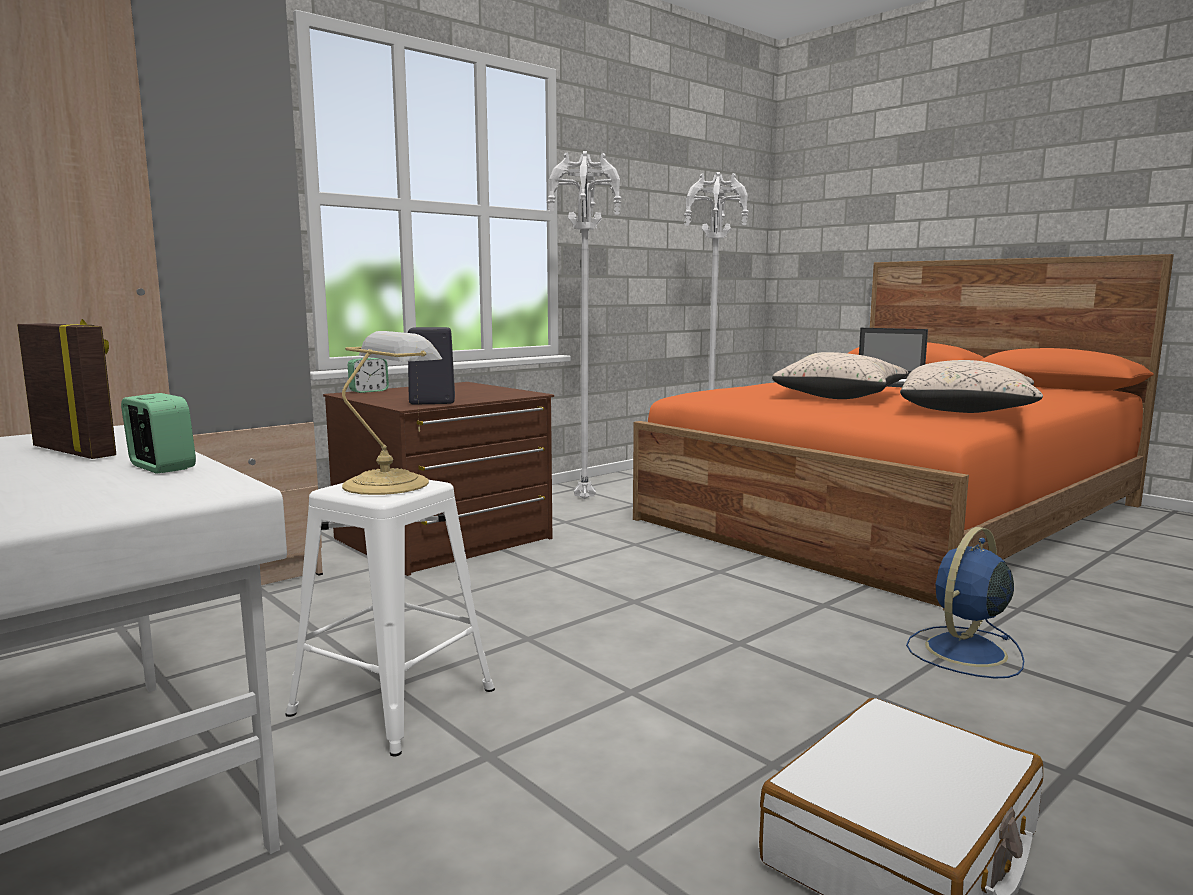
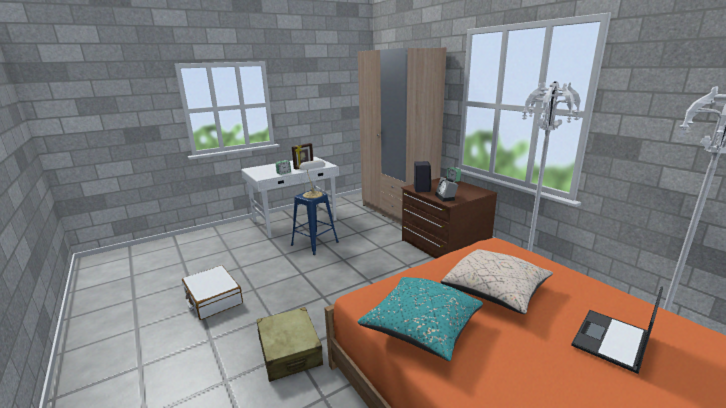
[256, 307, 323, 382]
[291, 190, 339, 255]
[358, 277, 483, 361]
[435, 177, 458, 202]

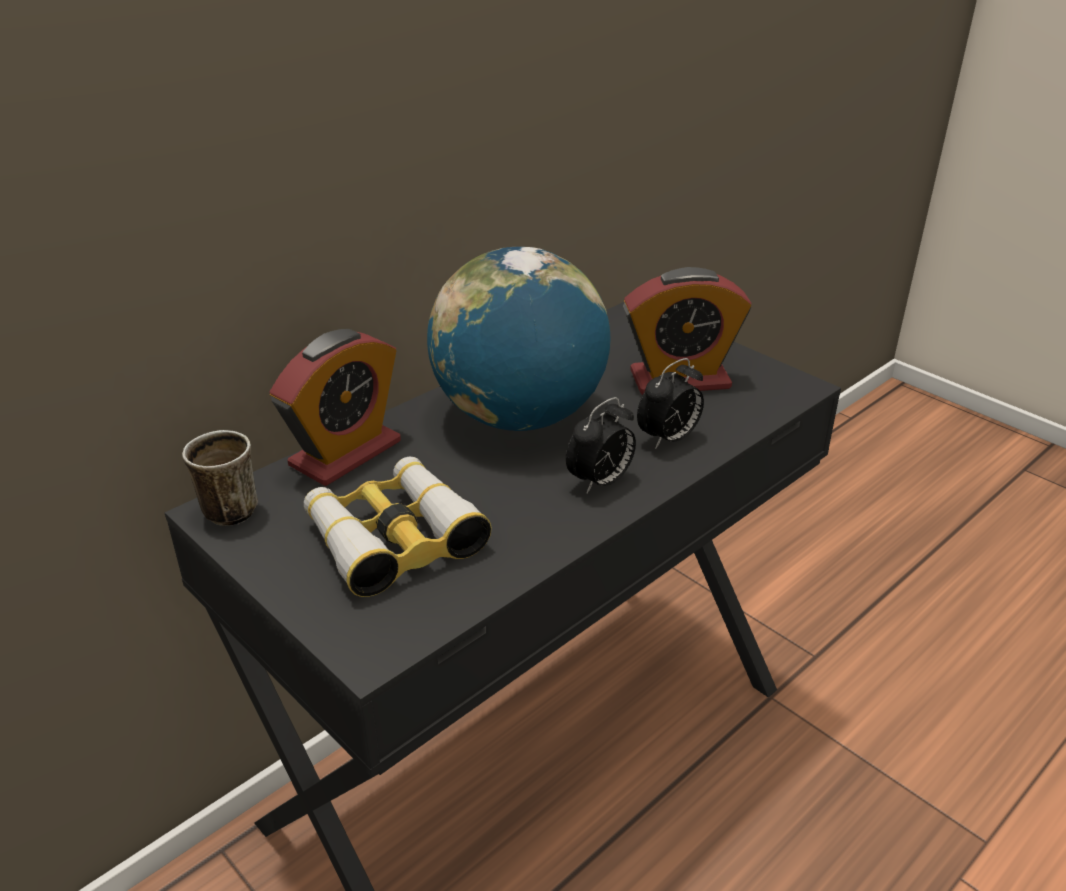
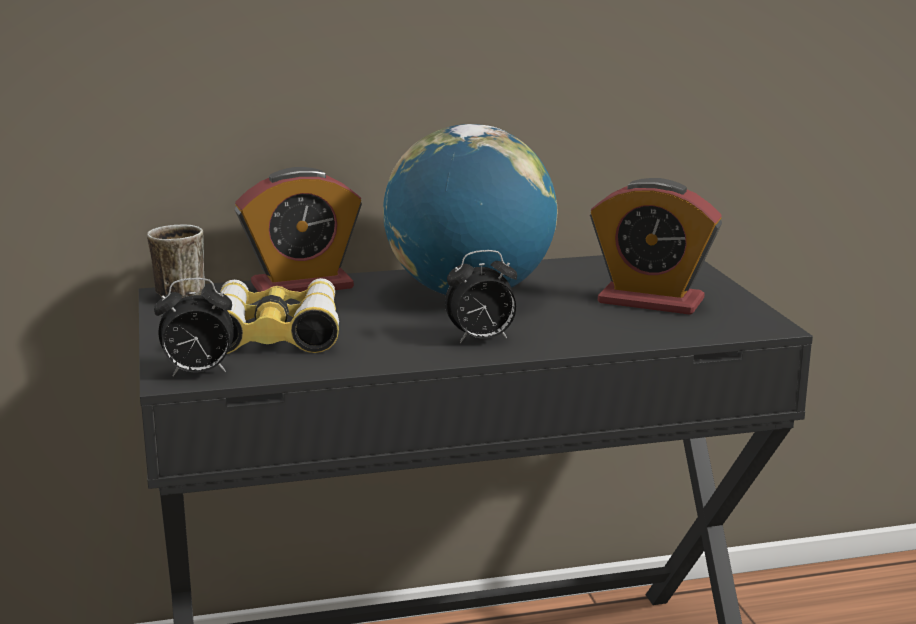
[154, 278, 234, 376]

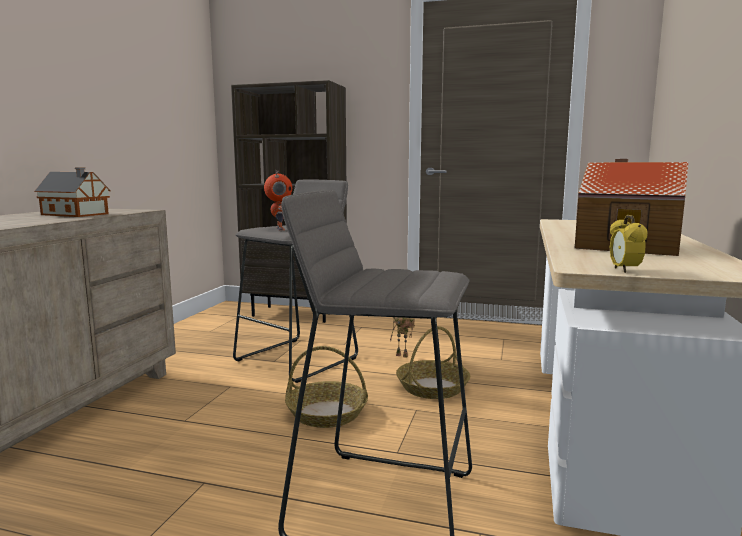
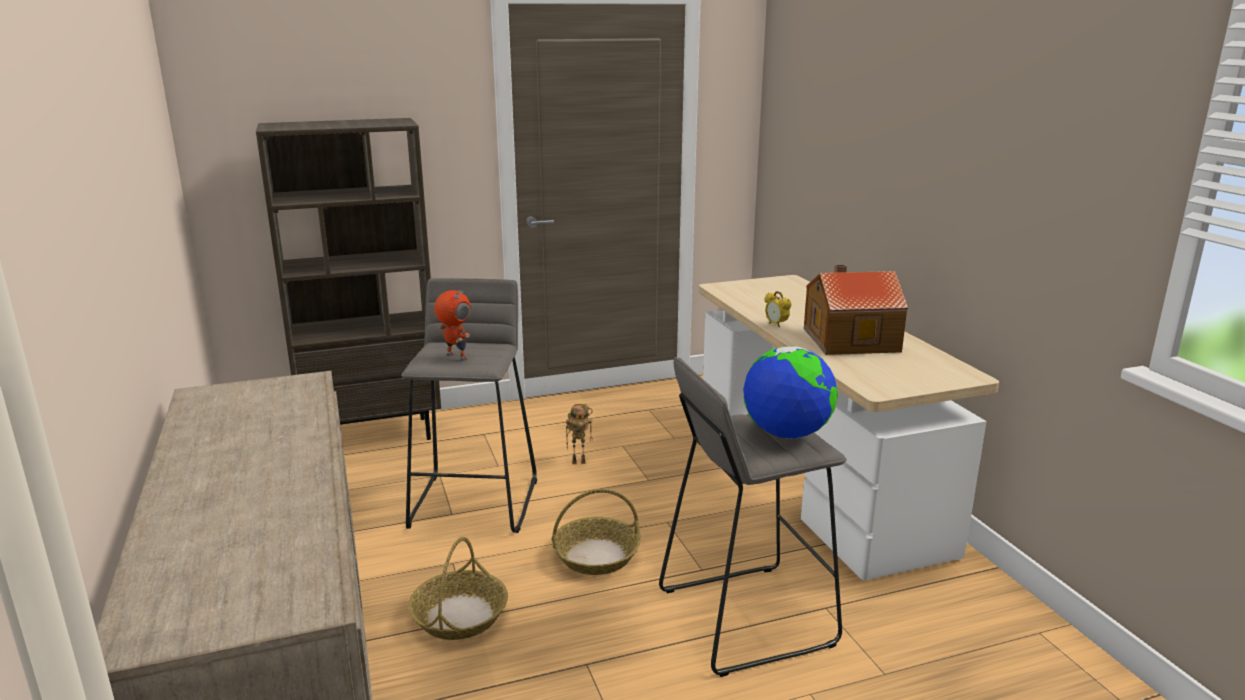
[408, 537, 508, 640]
[743, 346, 838, 439]
[764, 291, 792, 327]
[34, 167, 111, 217] (first image)

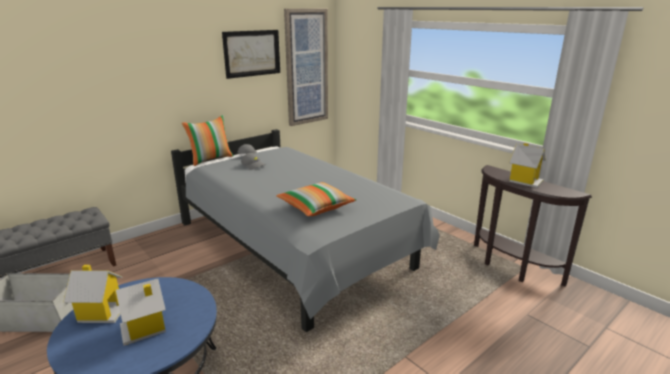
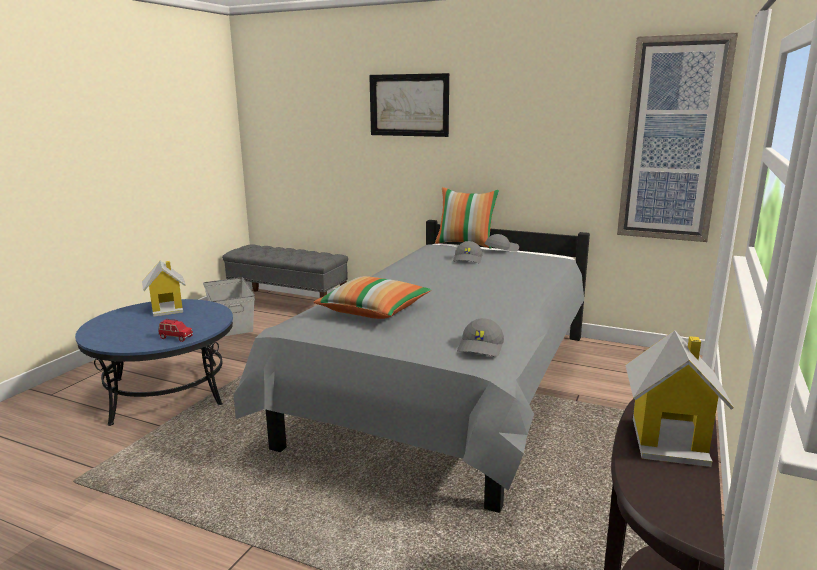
[158, 319, 193, 342]
[369, 73, 449, 137]
[457, 318, 504, 357]
[116, 279, 166, 346] (first image)

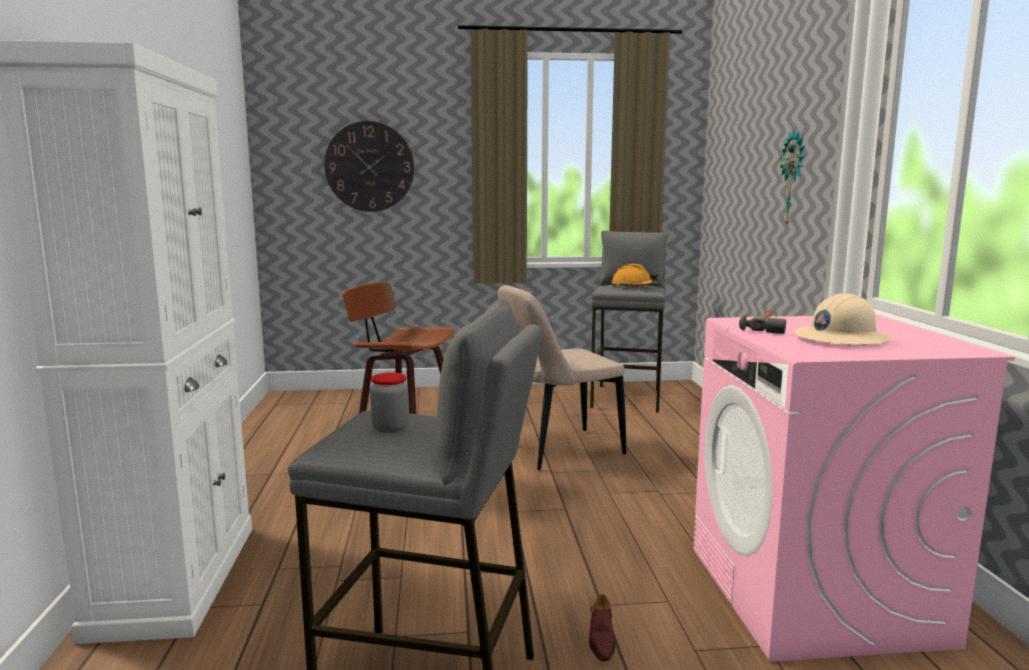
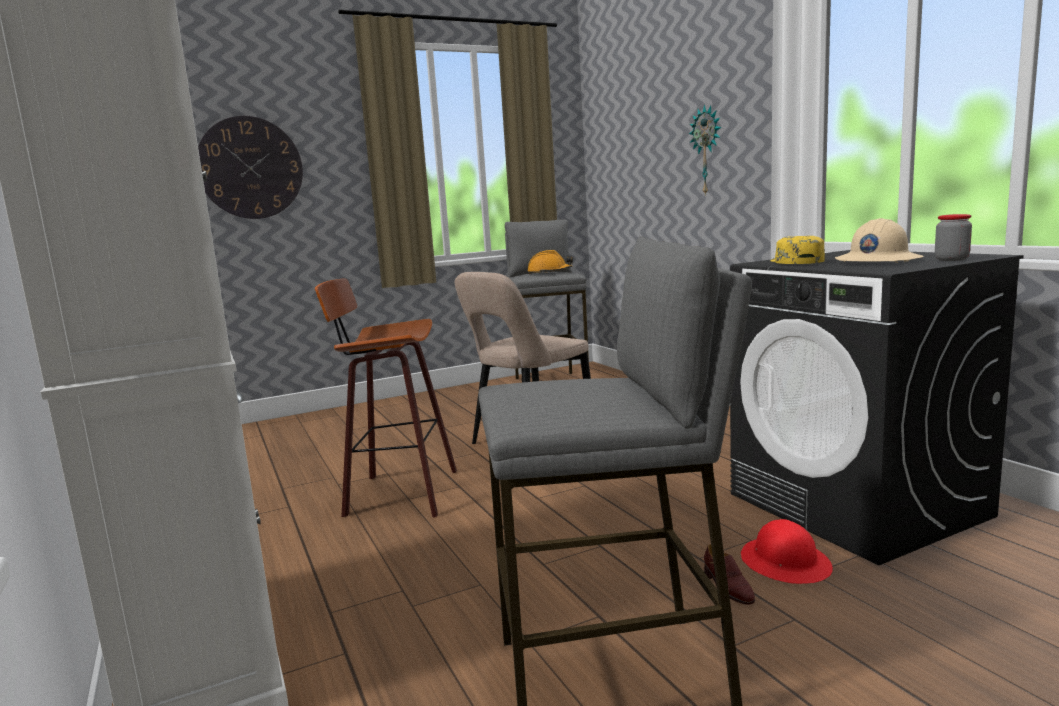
[730, 250, 1024, 565]
[741, 519, 833, 584]
[770, 236, 825, 264]
[935, 214, 972, 261]

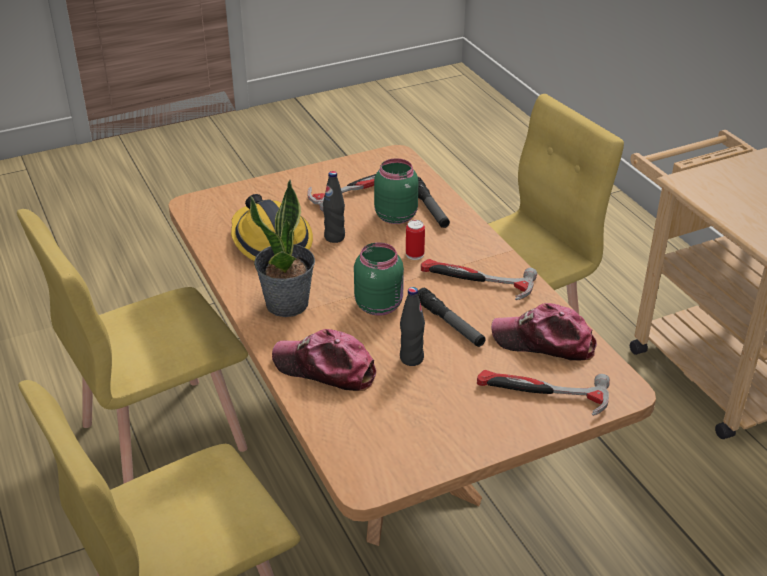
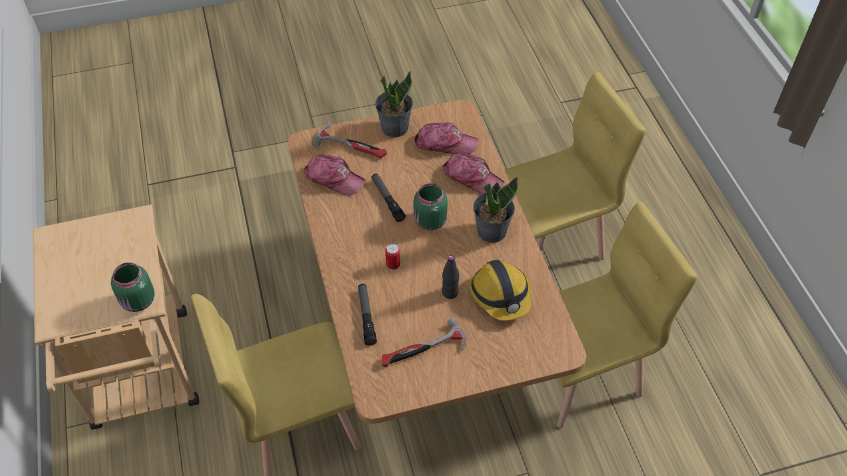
[111, 262, 155, 312]
[375, 71, 413, 138]
[414, 123, 478, 154]
[400, 287, 425, 366] (first image)
[421, 259, 537, 300] (first image)

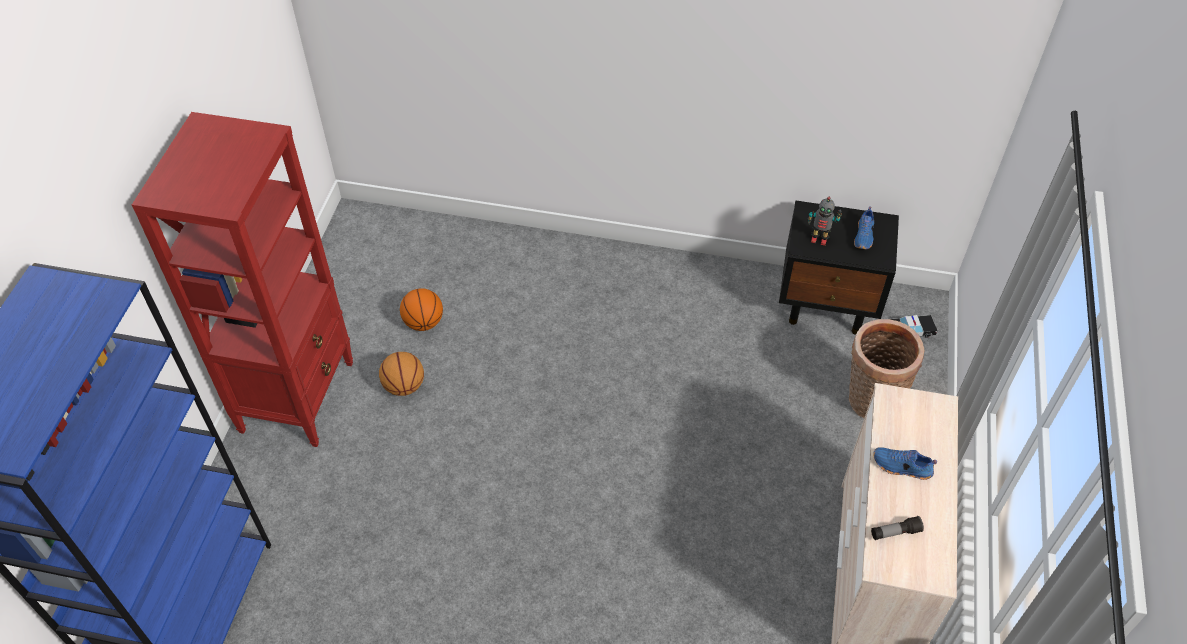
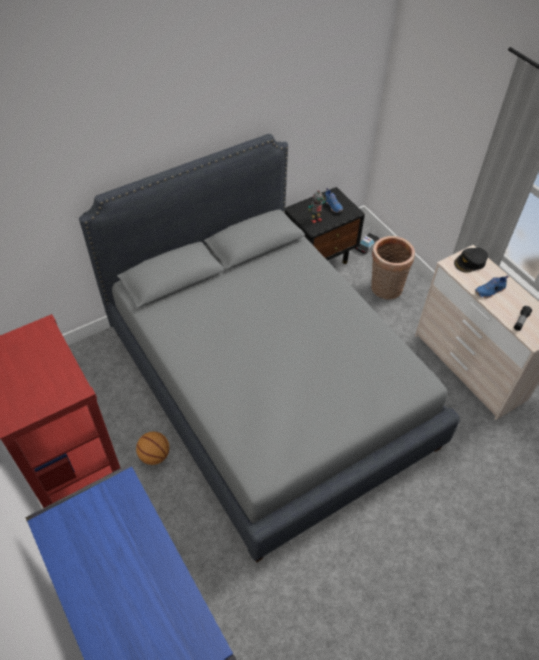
[79, 134, 460, 563]
[454, 248, 488, 272]
[400, 288, 443, 331] (first image)

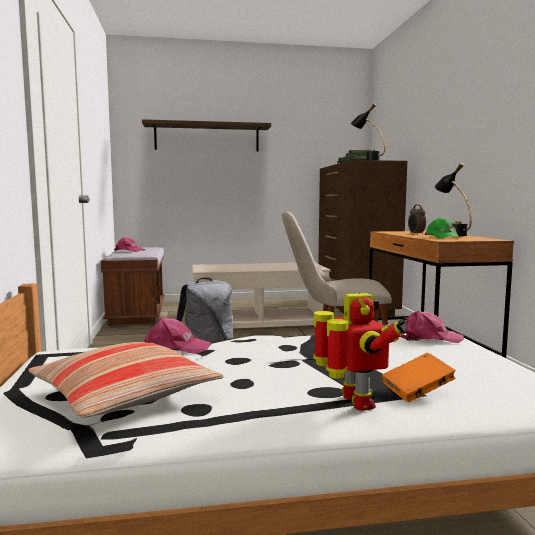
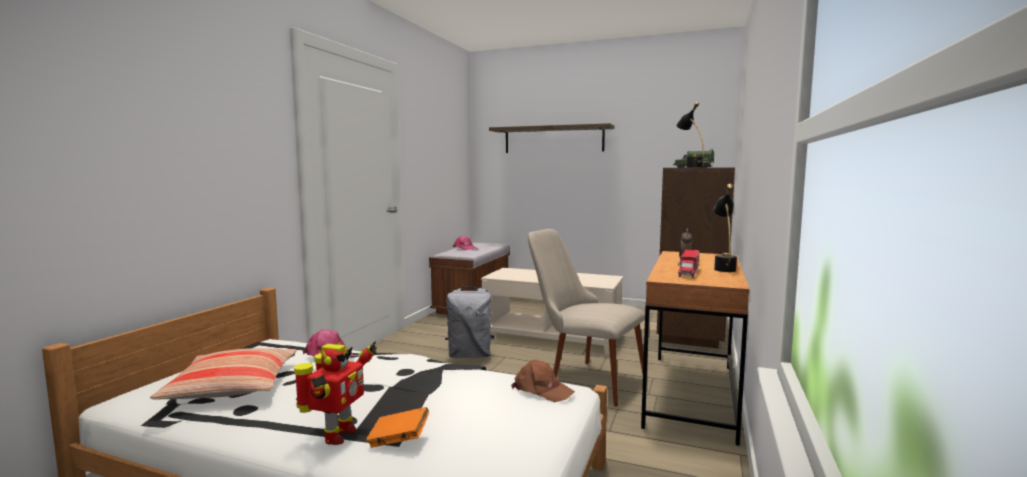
[511, 360, 575, 402]
[678, 250, 700, 278]

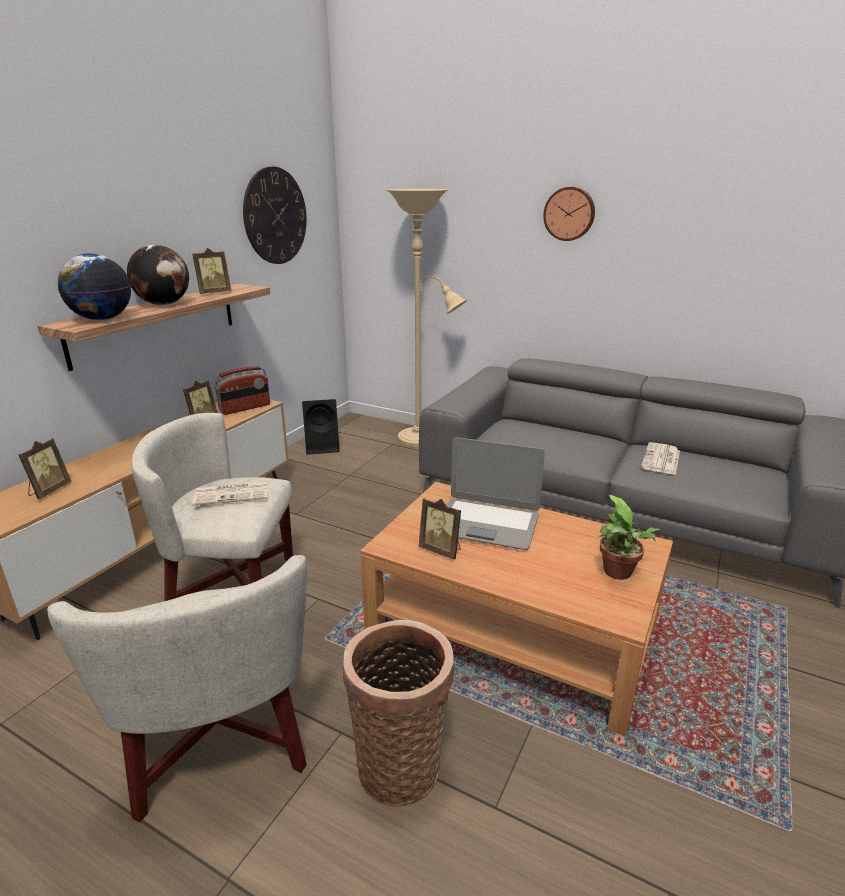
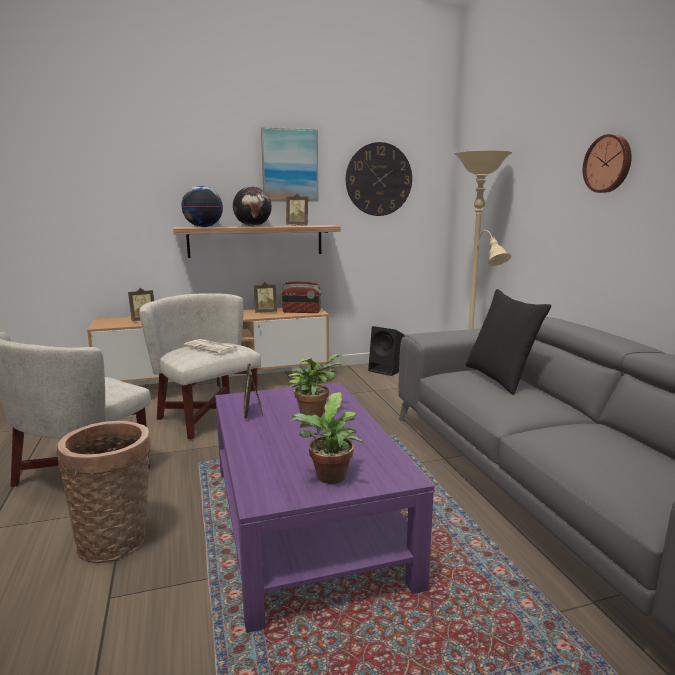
[215, 382, 434, 633]
[261, 127, 318, 202]
[288, 354, 342, 417]
[466, 289, 551, 395]
[641, 442, 680, 475] (first image)

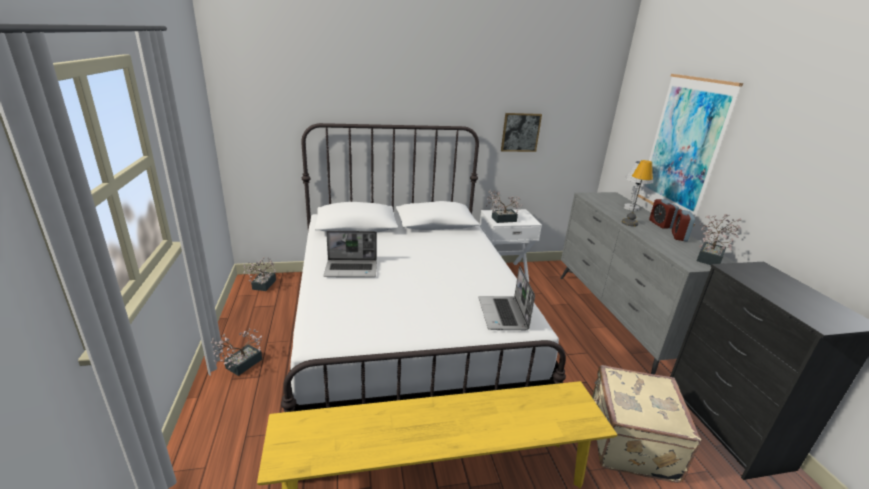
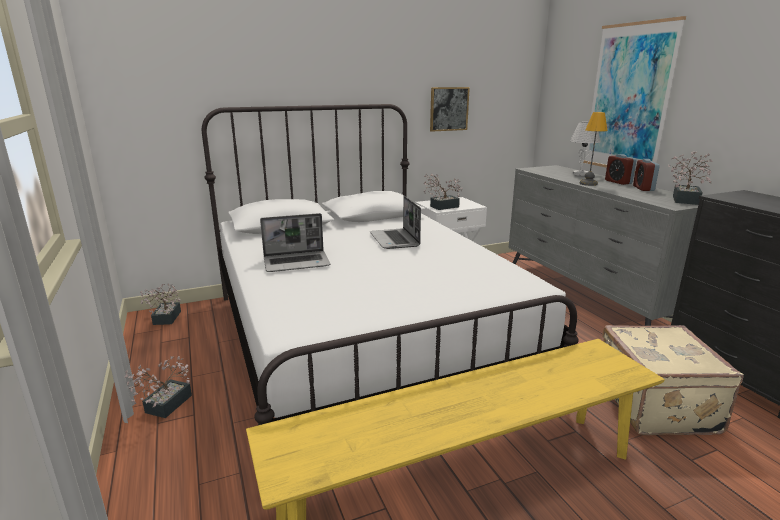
[370, 196, 421, 249]

